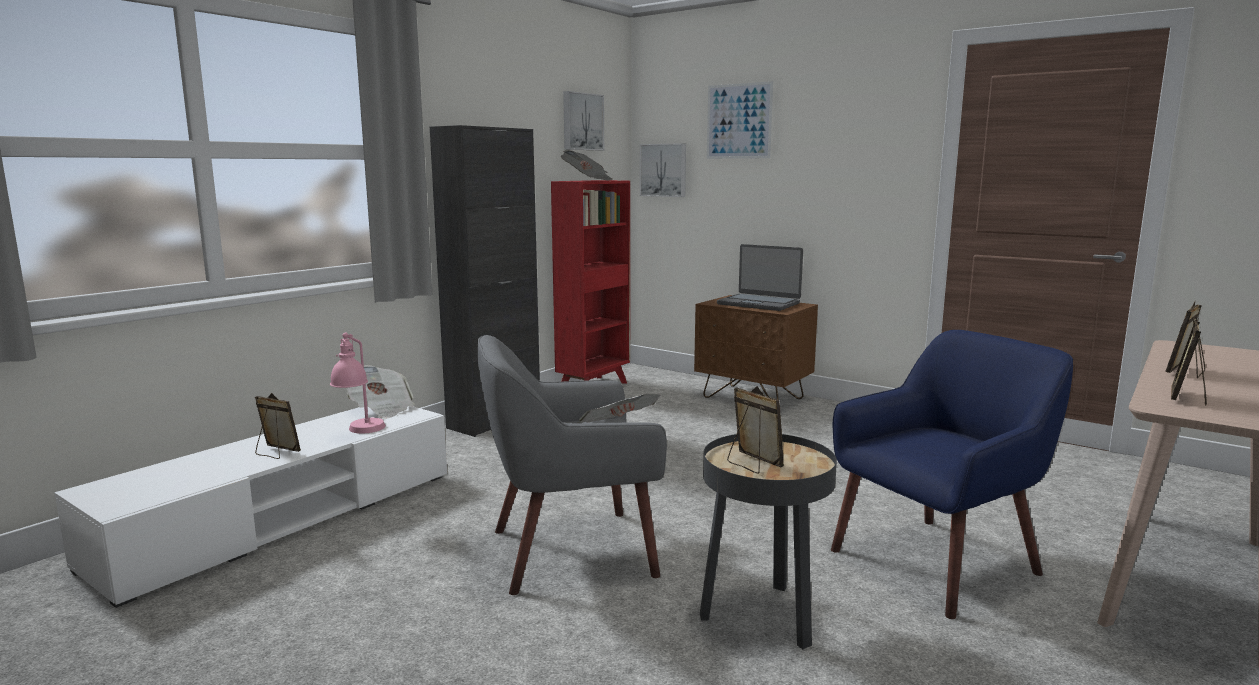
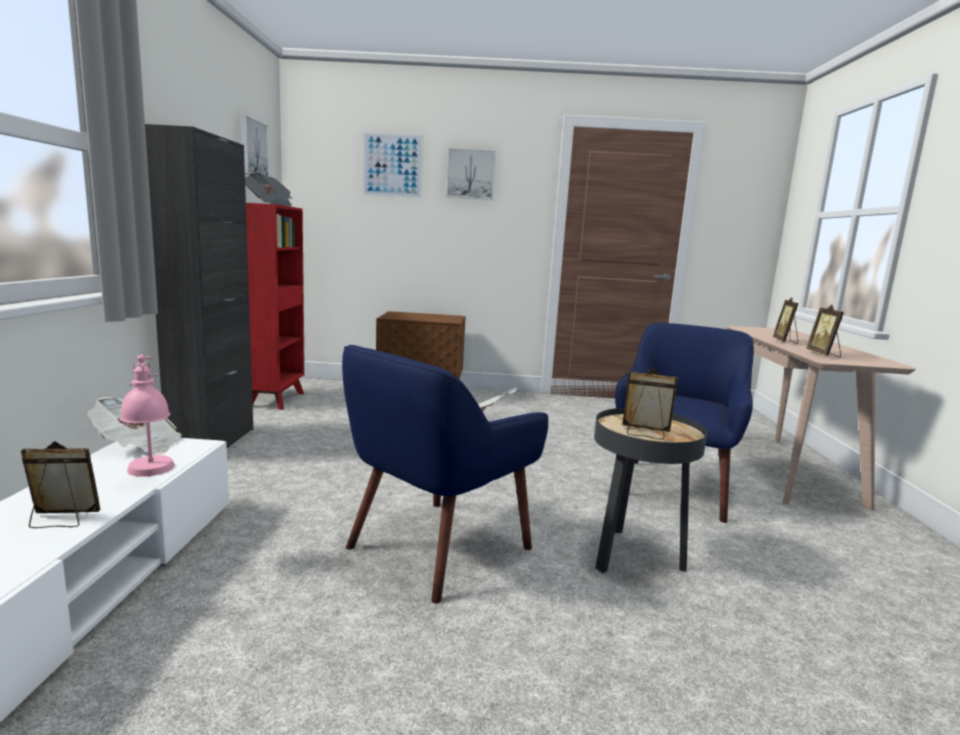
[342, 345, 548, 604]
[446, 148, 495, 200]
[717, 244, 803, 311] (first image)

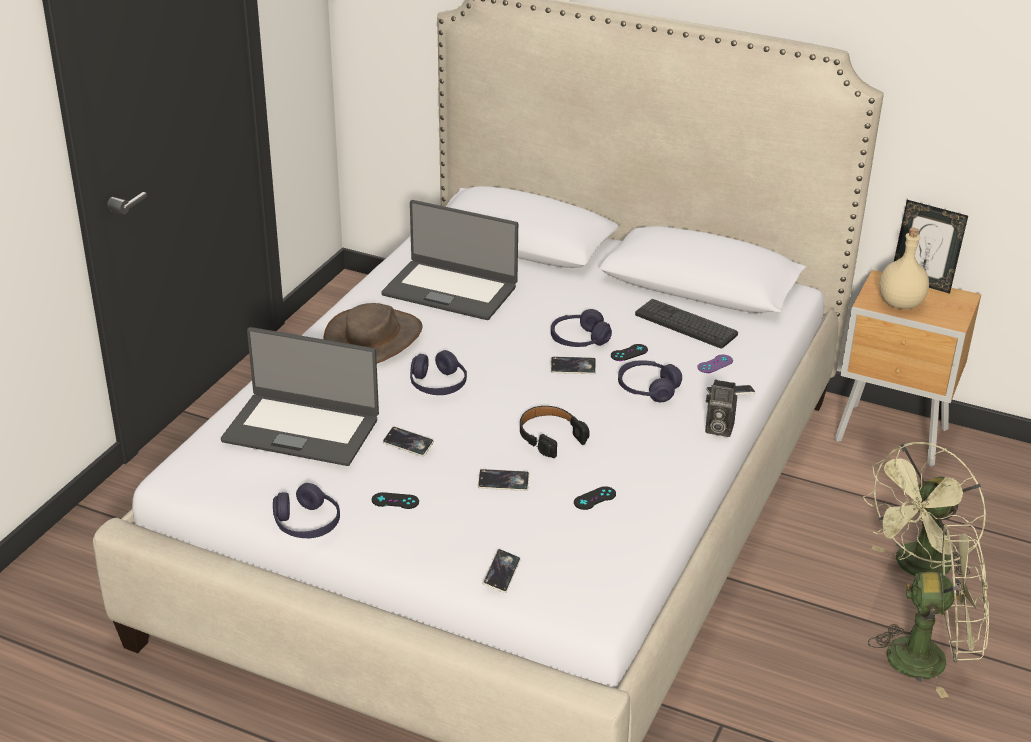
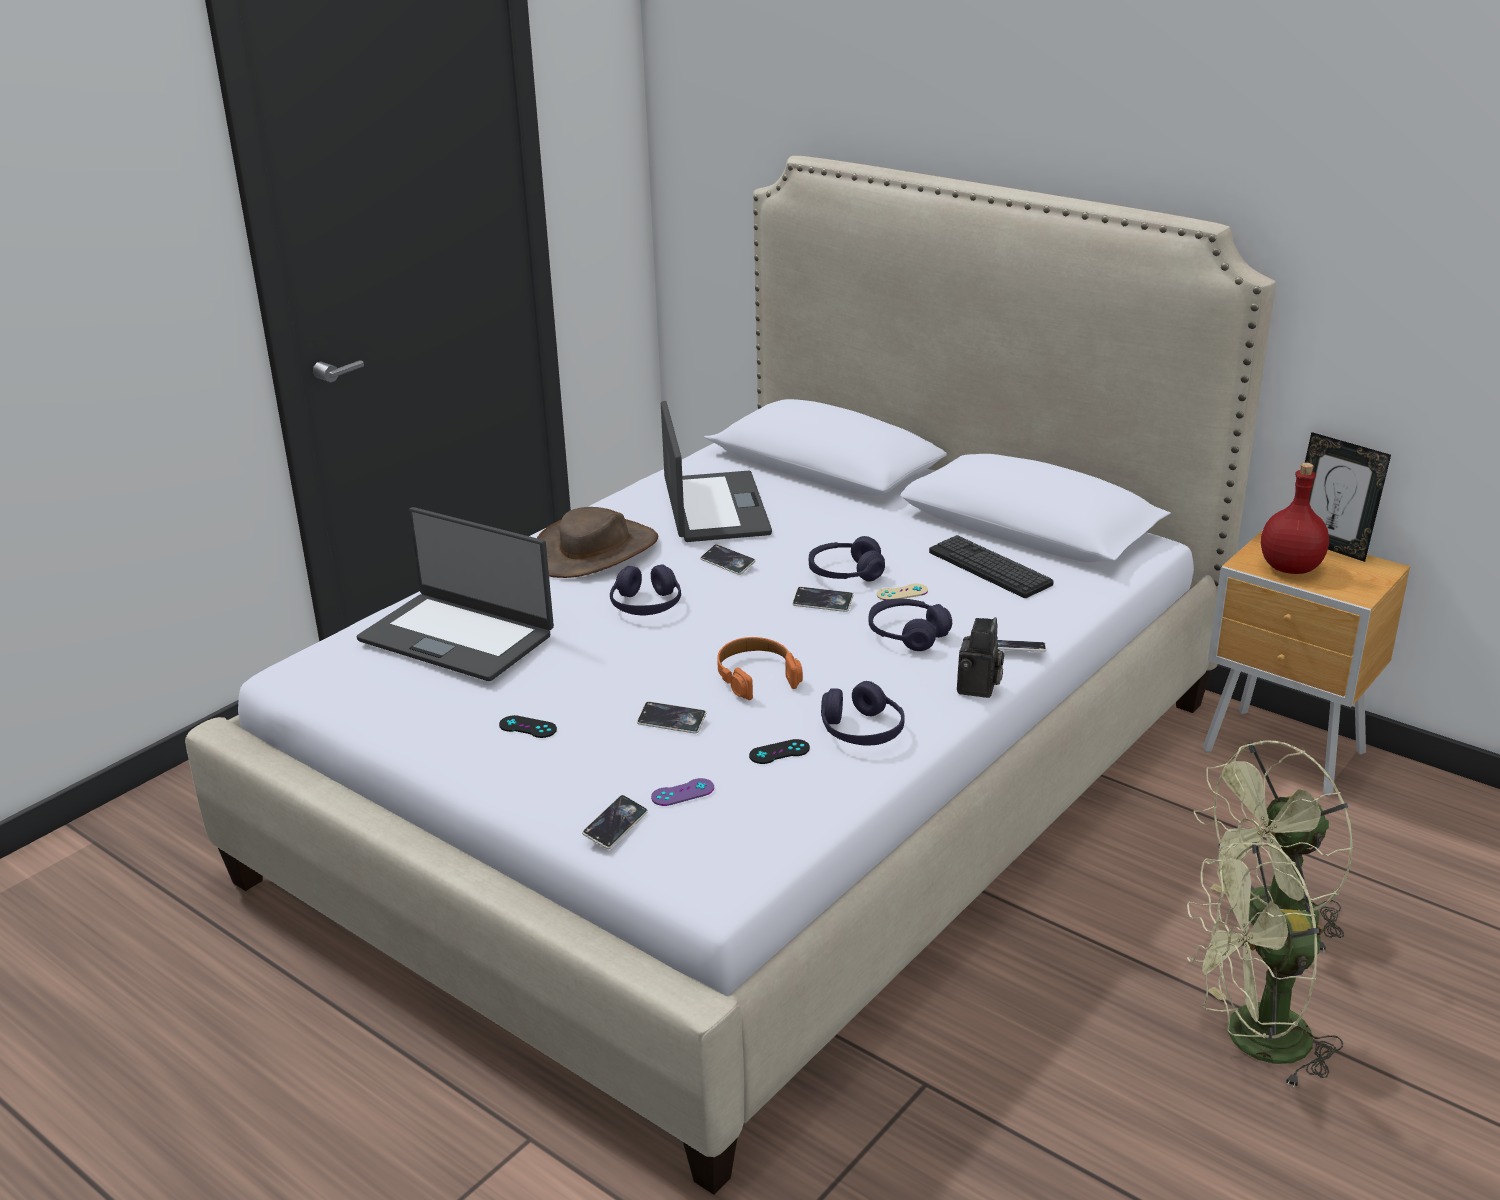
[651, 778, 714, 806]
[661, 401, 772, 542]
[700, 544, 755, 575]
[717, 637, 803, 700]
[821, 681, 905, 745]
[877, 583, 928, 600]
[957, 617, 1004, 698]
[1187, 842, 1343, 1089]
[1261, 463, 1329, 574]

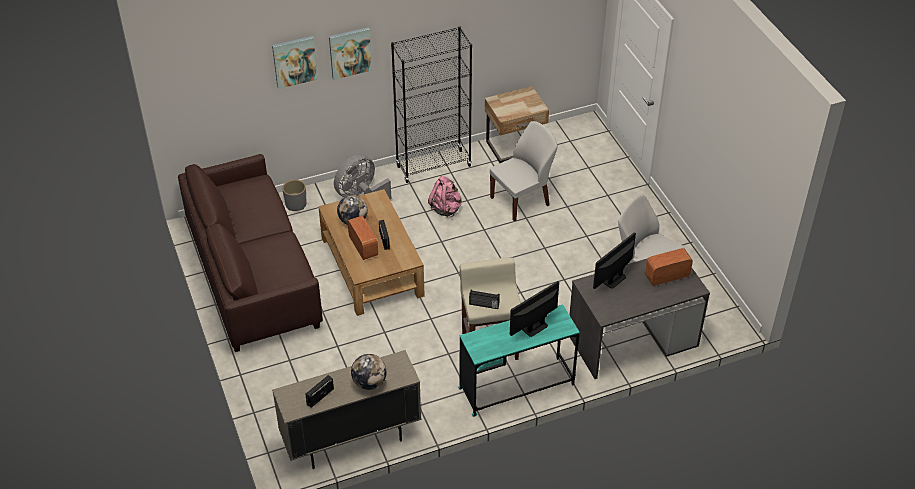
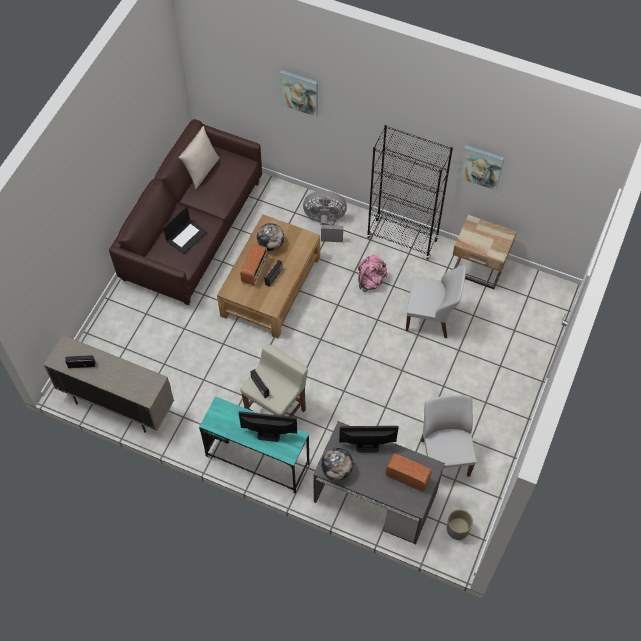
[163, 206, 207, 254]
[179, 126, 220, 189]
[321, 448, 353, 480]
[447, 509, 473, 540]
[459, 145, 504, 191]

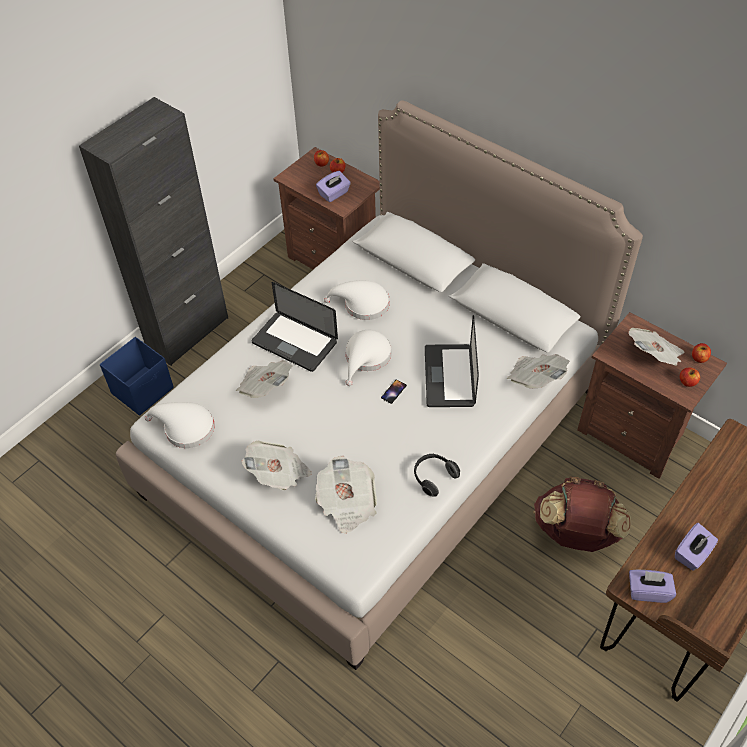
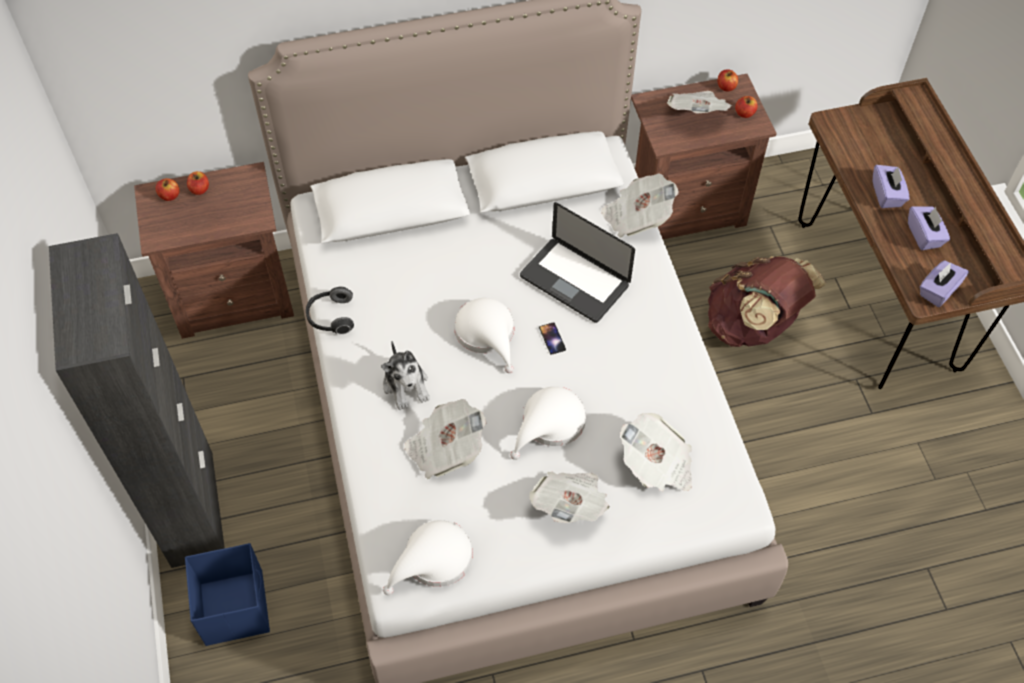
[306, 287, 354, 334]
[381, 341, 430, 410]
[510, 386, 586, 460]
[873, 165, 910, 208]

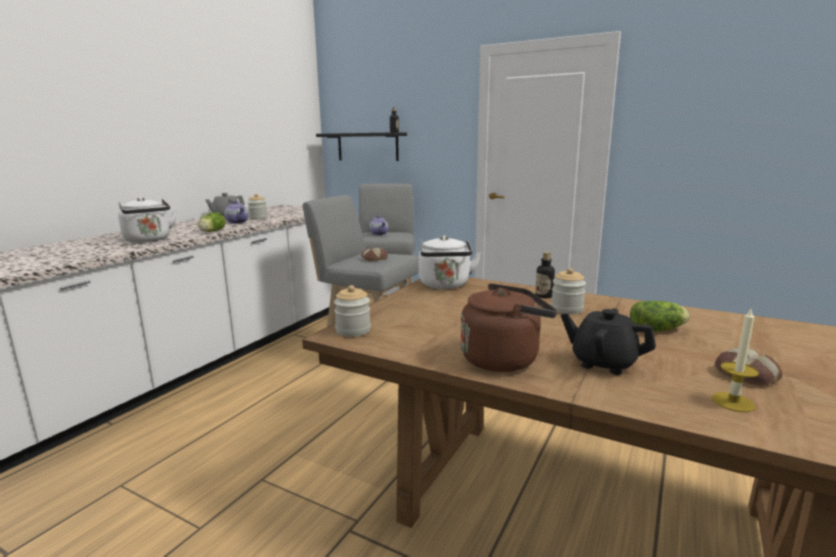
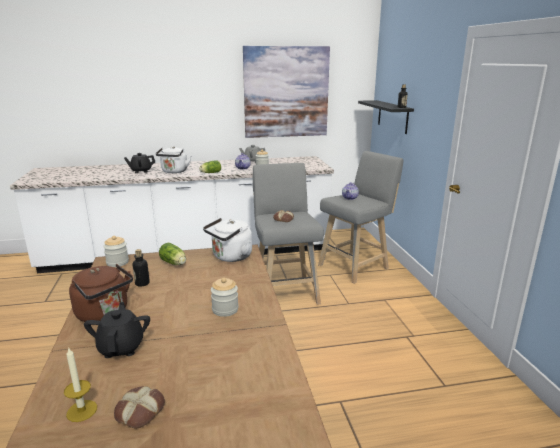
[124, 153, 155, 173]
[132, 249, 150, 287]
[159, 243, 186, 265]
[243, 46, 330, 138]

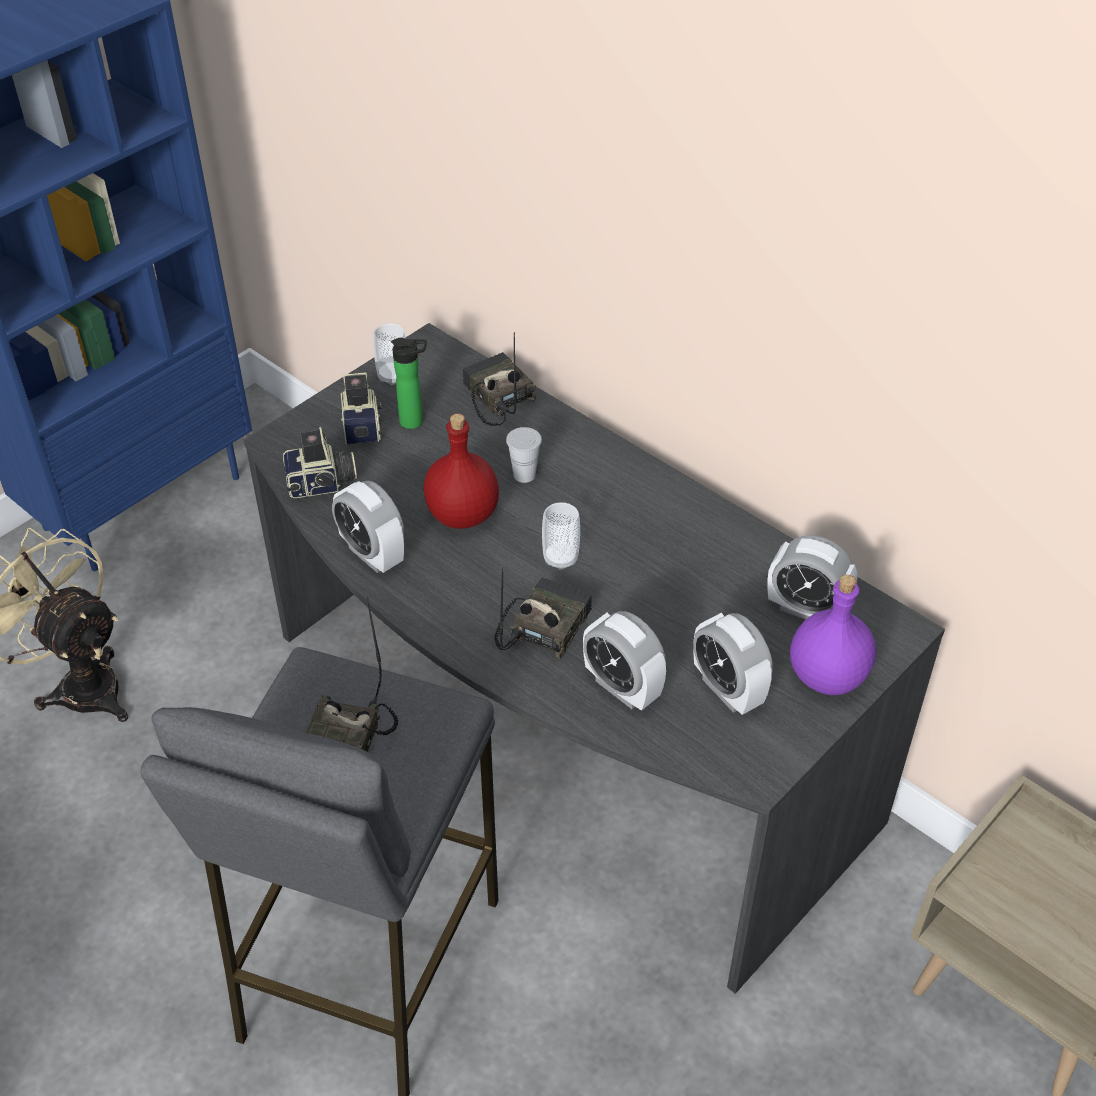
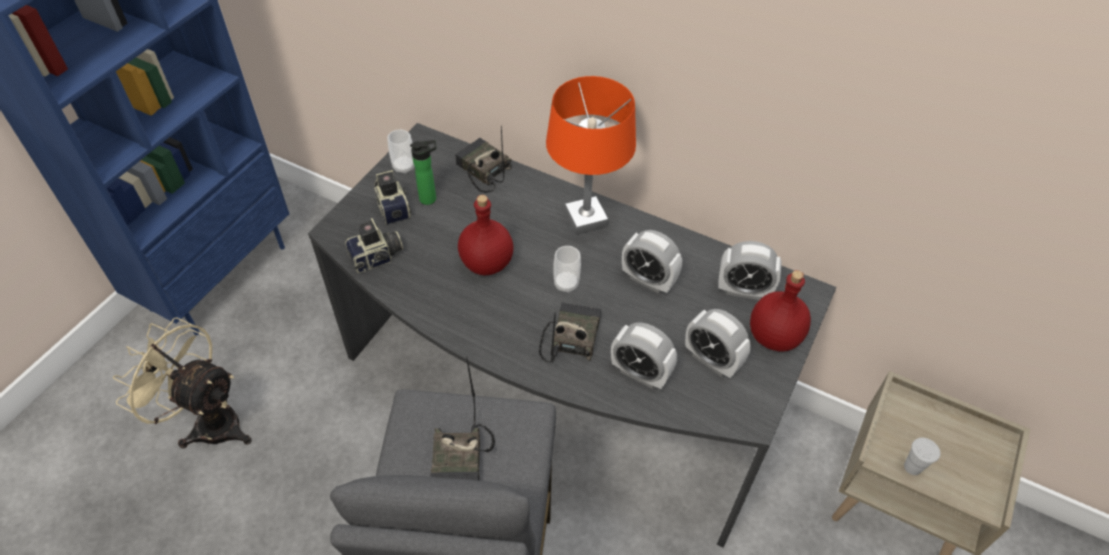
[546, 76, 636, 235]
[622, 230, 682, 293]
[750, 270, 811, 351]
[904, 438, 940, 475]

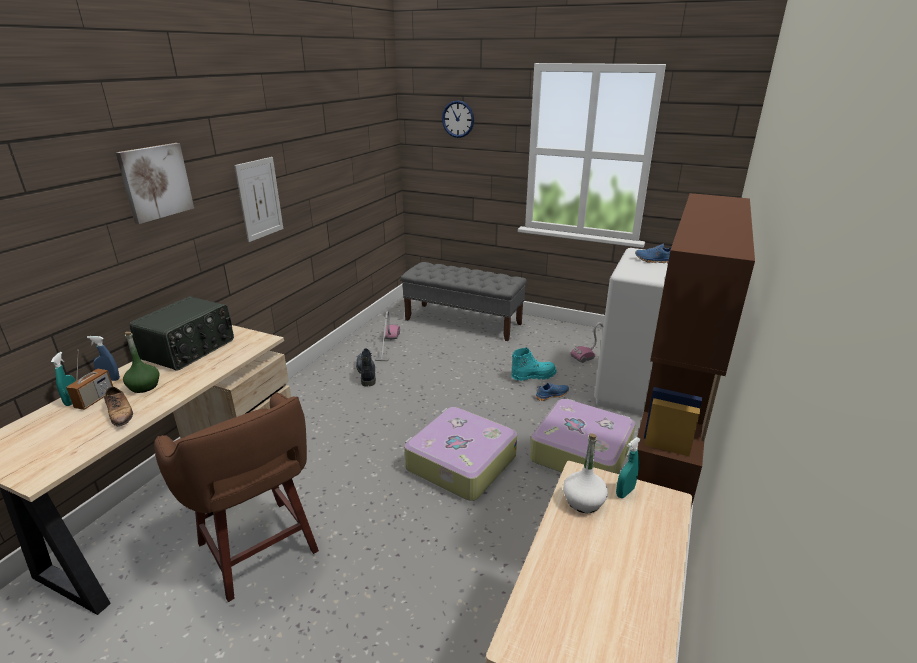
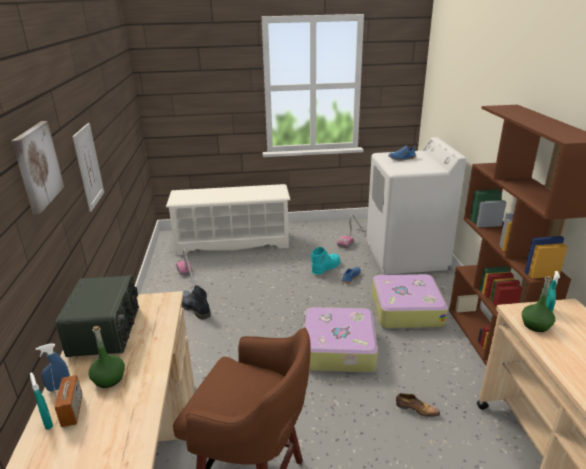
[166, 184, 290, 255]
[396, 393, 440, 417]
[522, 276, 555, 332]
[442, 100, 474, 138] (first image)

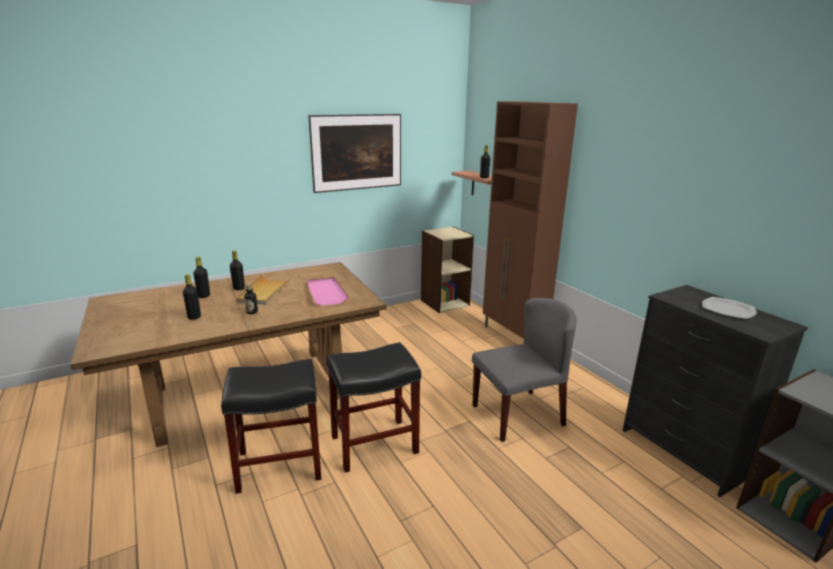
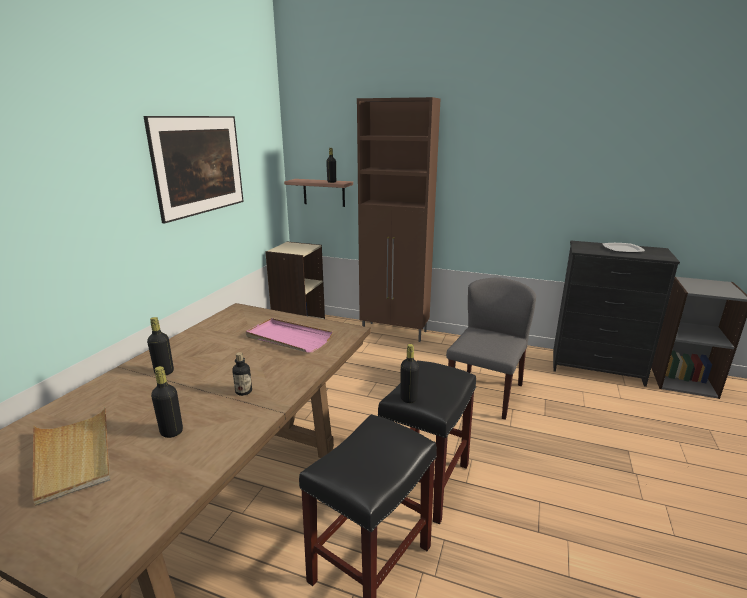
[33, 406, 111, 506]
[400, 344, 419, 403]

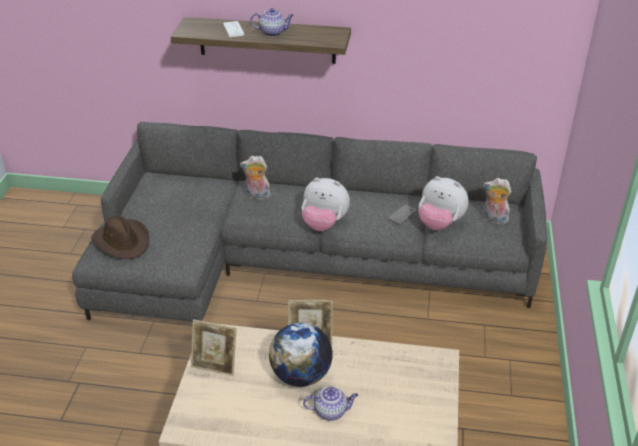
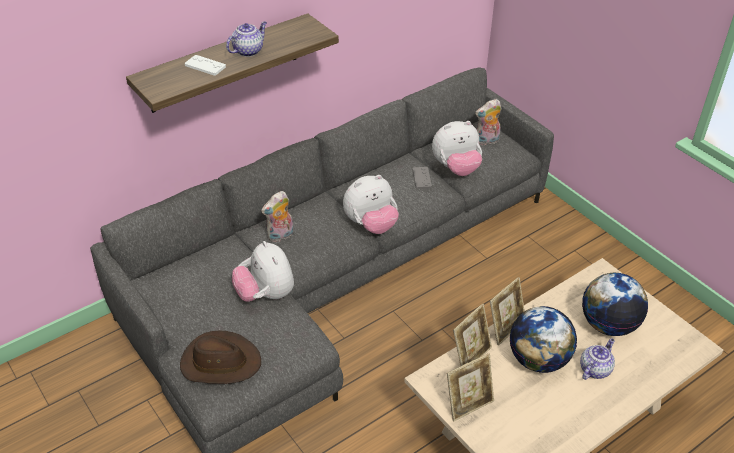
[232, 241, 294, 302]
[453, 304, 492, 366]
[582, 273, 648, 336]

